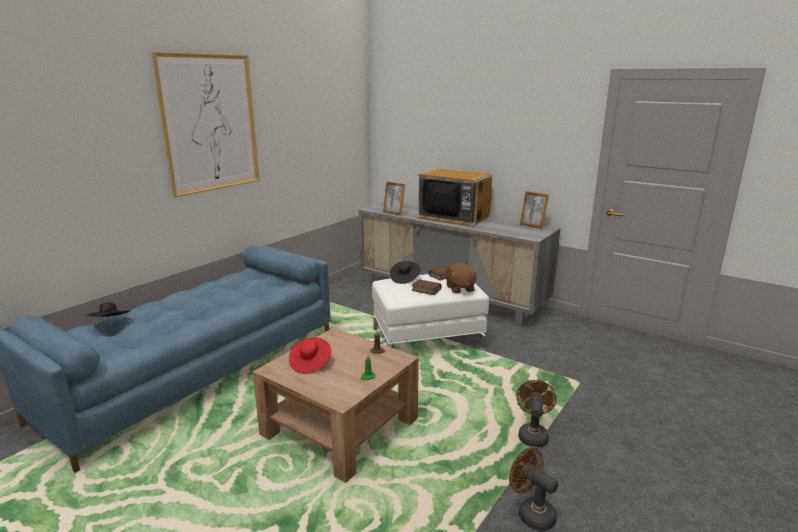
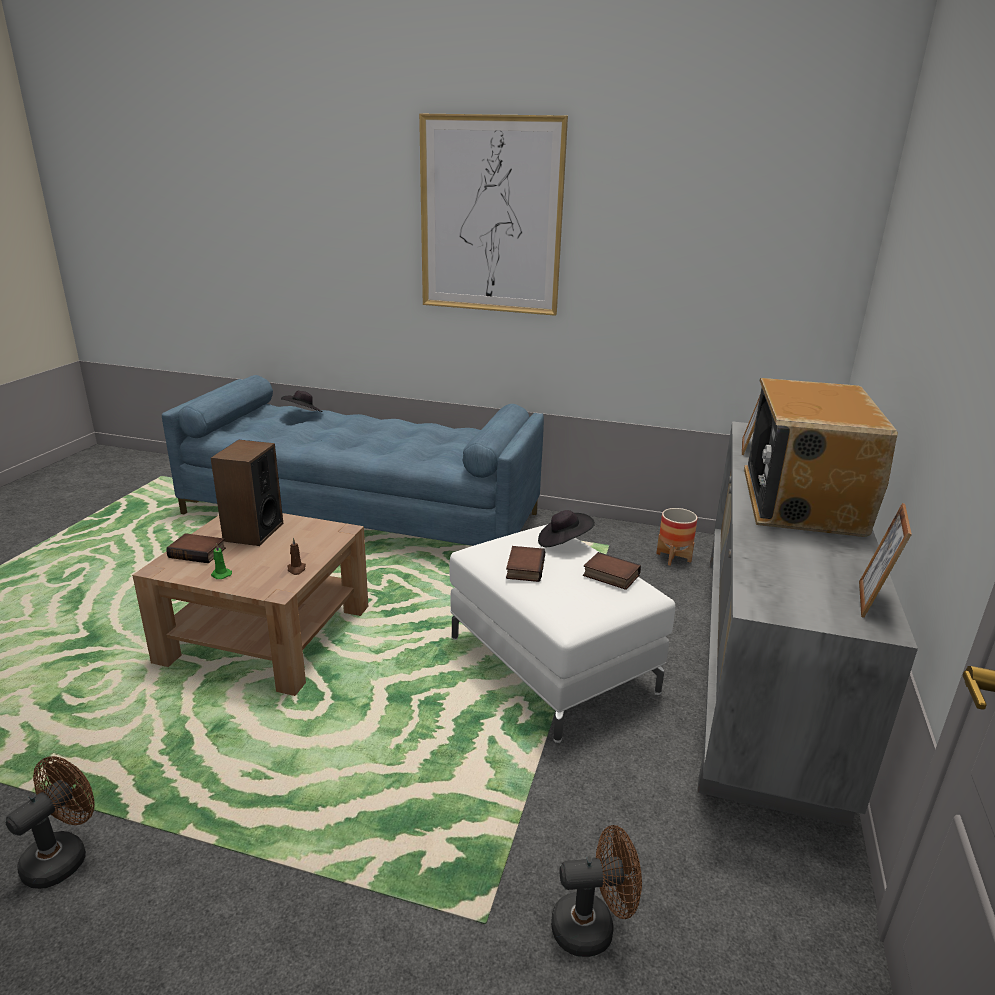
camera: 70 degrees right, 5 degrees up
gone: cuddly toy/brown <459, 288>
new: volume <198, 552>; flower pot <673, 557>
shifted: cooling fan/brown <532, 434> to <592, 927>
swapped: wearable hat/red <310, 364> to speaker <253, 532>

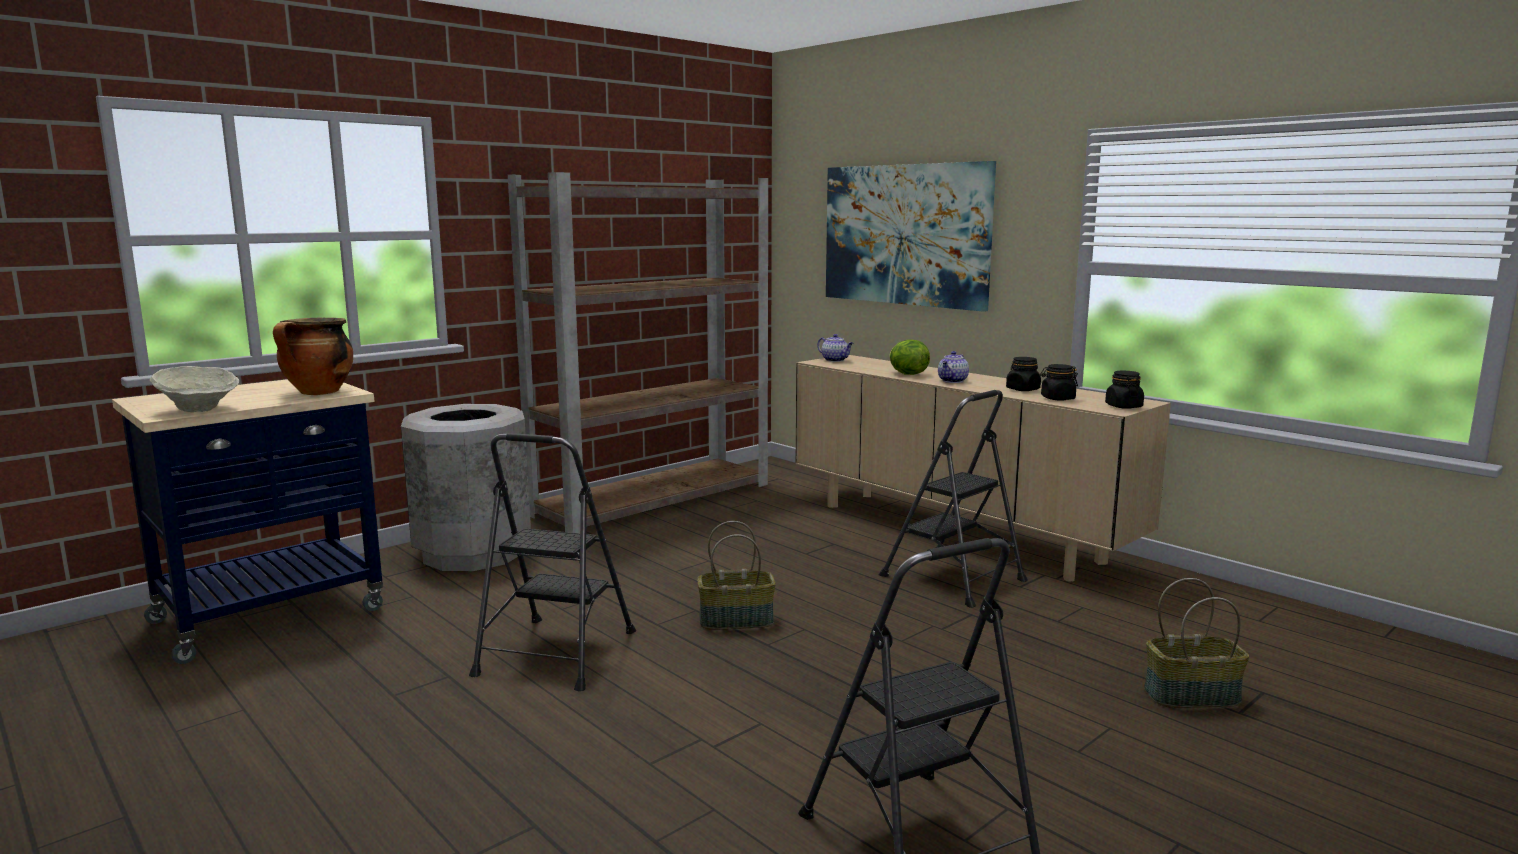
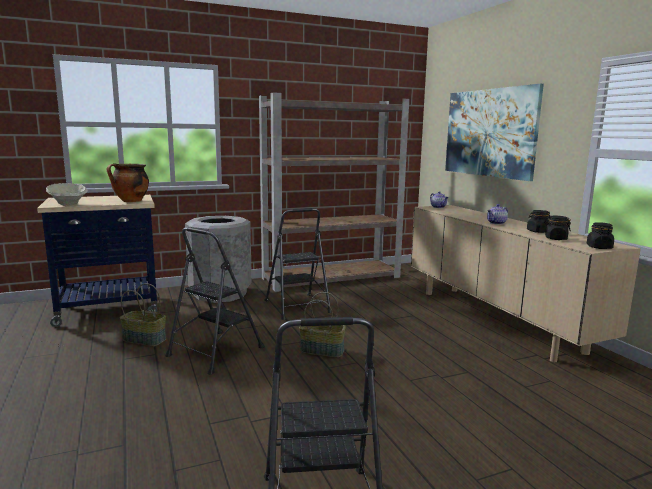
camera: 20 degrees right, 0 degrees up
gone: head of lettuce <907, 374>
shifted: basket <1191, 695> to <145, 339>; step ladder/blackish <955, 578> to <297, 306>

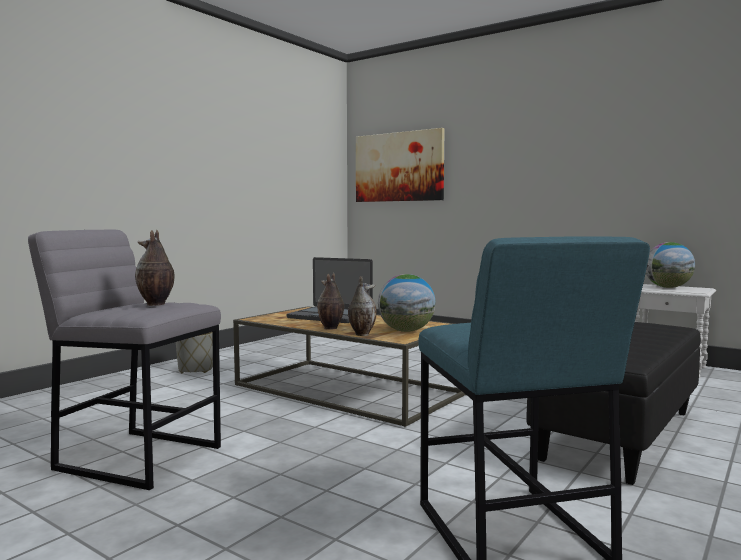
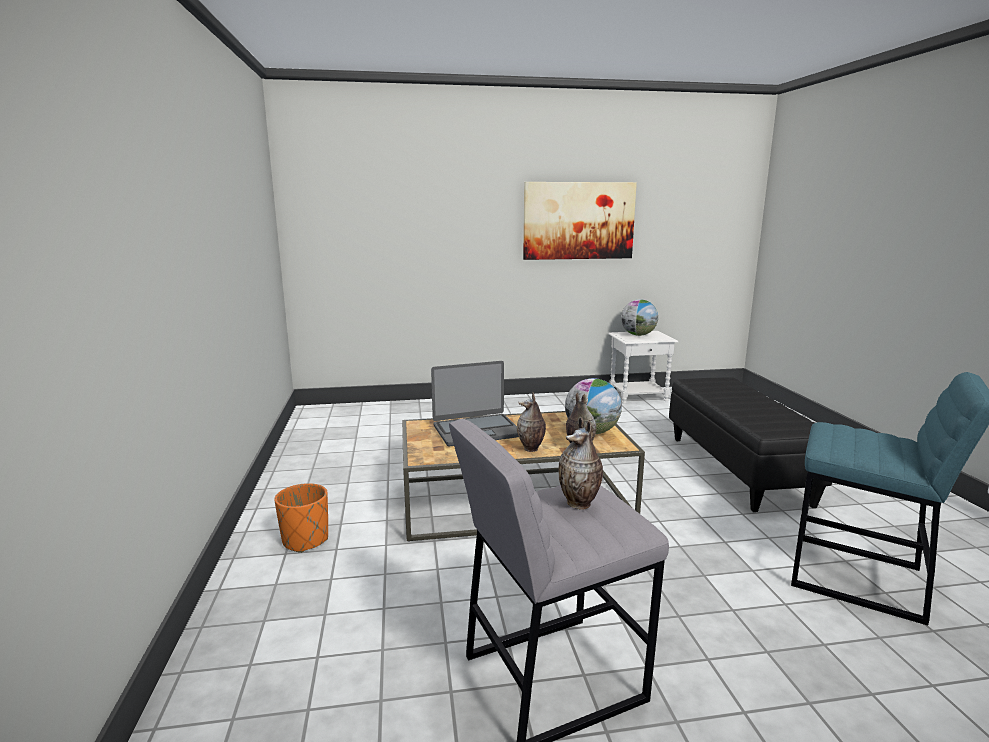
camera: 45 degrees left, 10 degrees up
shifted: wall art <398, 167> to <578, 221>
repainted: flower pot/gray <195, 370> to flower pot/orange-coloured <305, 540>

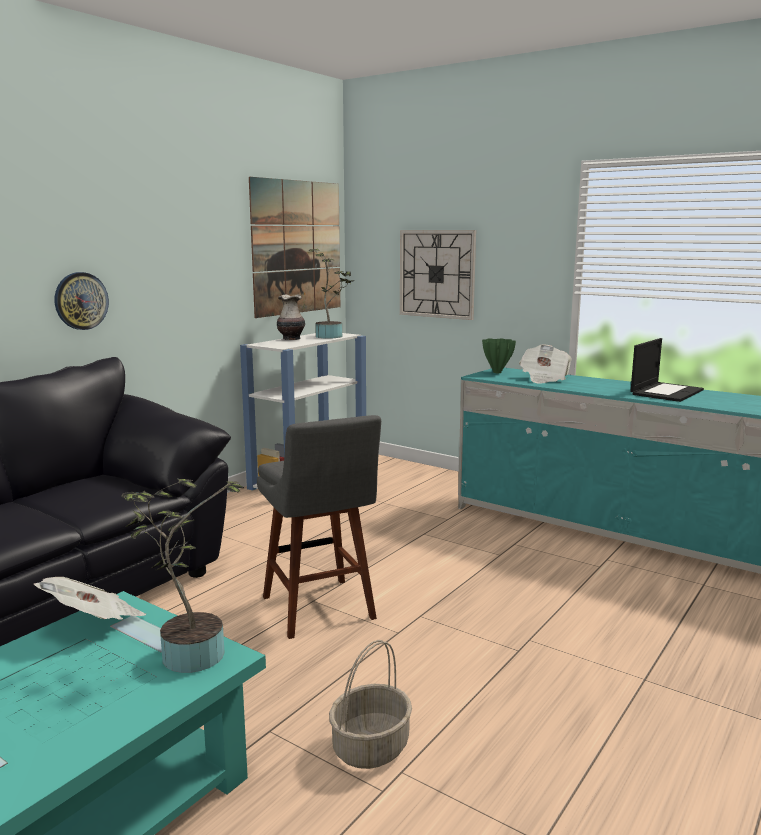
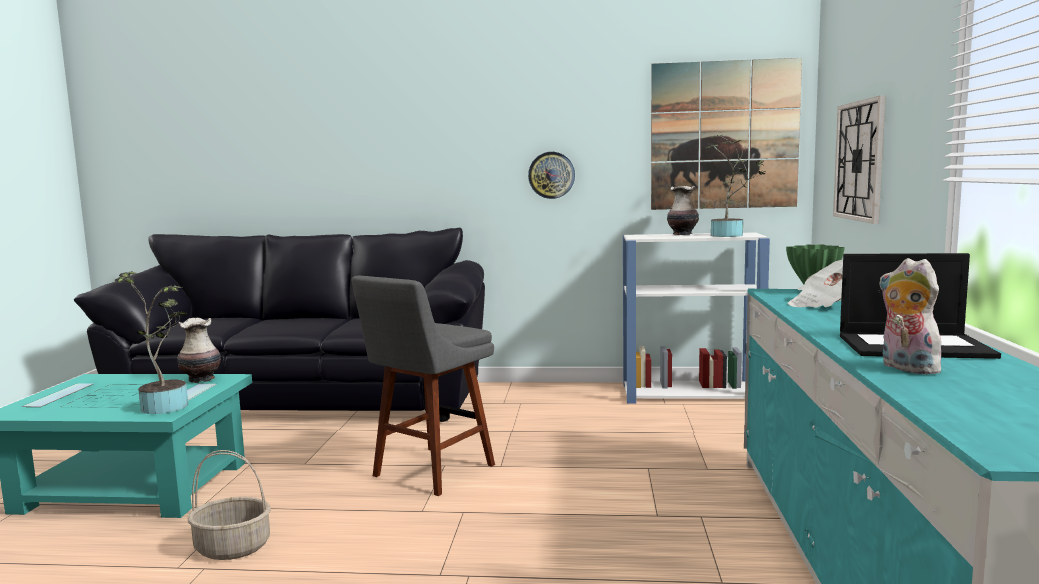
camera: 60 degrees right, 5 degrees down
new: cuddly toy <905, 368>
shifted: wall clock <81, 301> to <551, 175>
swapped: printed paper <94, 622> to vase <202, 379>

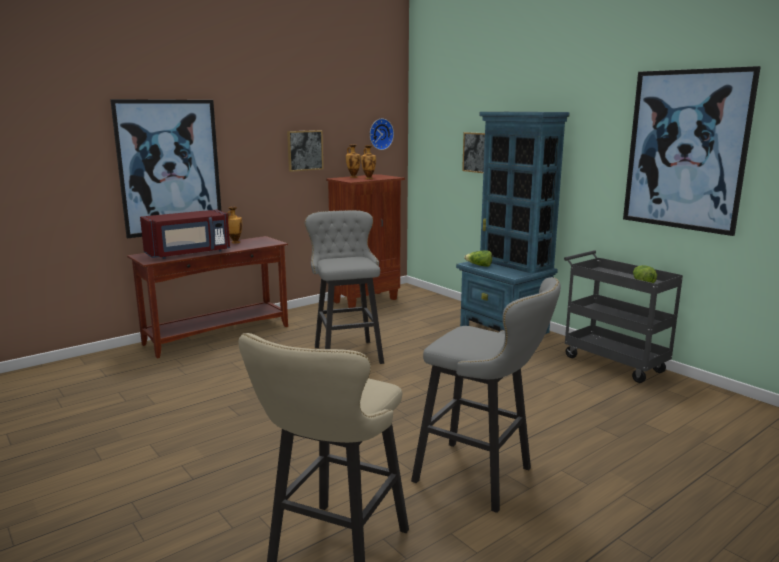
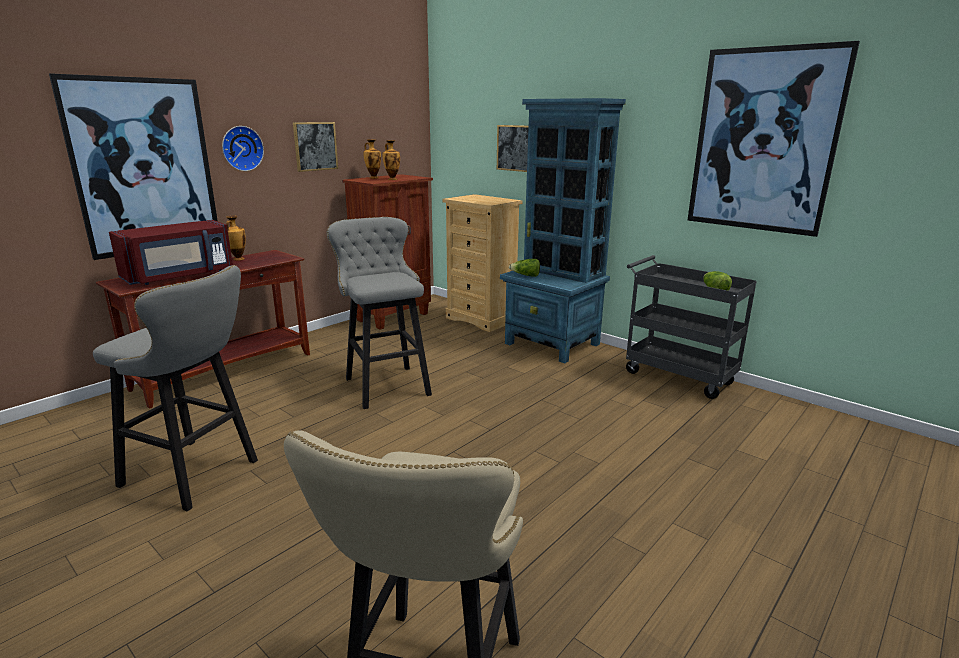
camera: 10 degrees left, 5 degrees up
new: dresser/sand-coloured <482, 319>
shifted: sitting stool/gray <485, 479> to <200, 476>; wall clock <380, 134> to <241, 148>

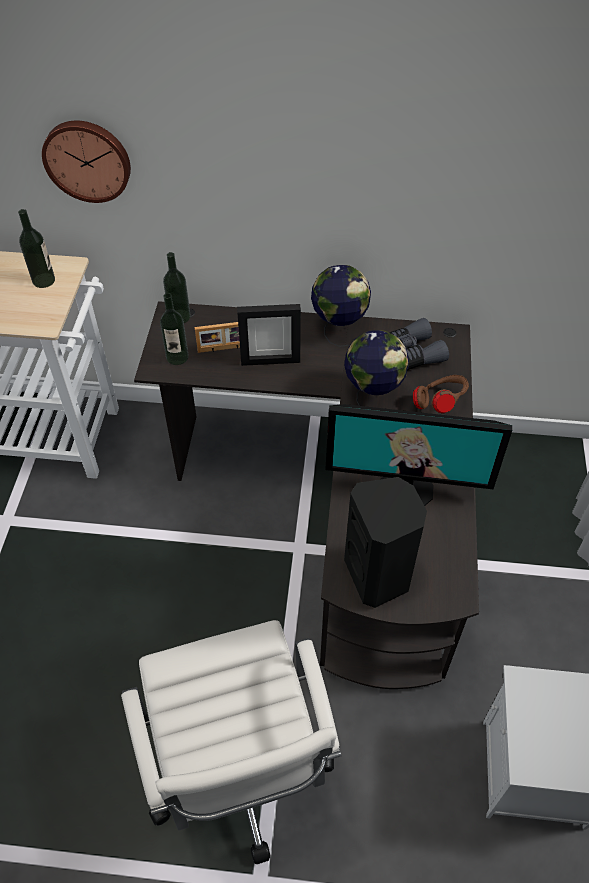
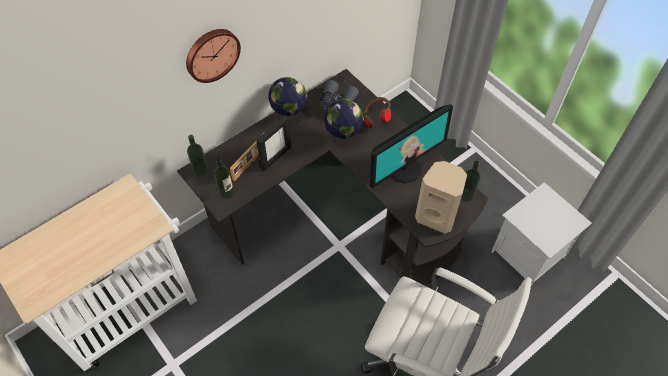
camera: 45 degrees left, 5 degrees up
shifted: wall clock <88, 160> to <211, 54>; beverage bottle <43, 280> to <466, 194>
repainted: speaker/blackish <379, 575> to speaker/sand-coloured <436, 216>

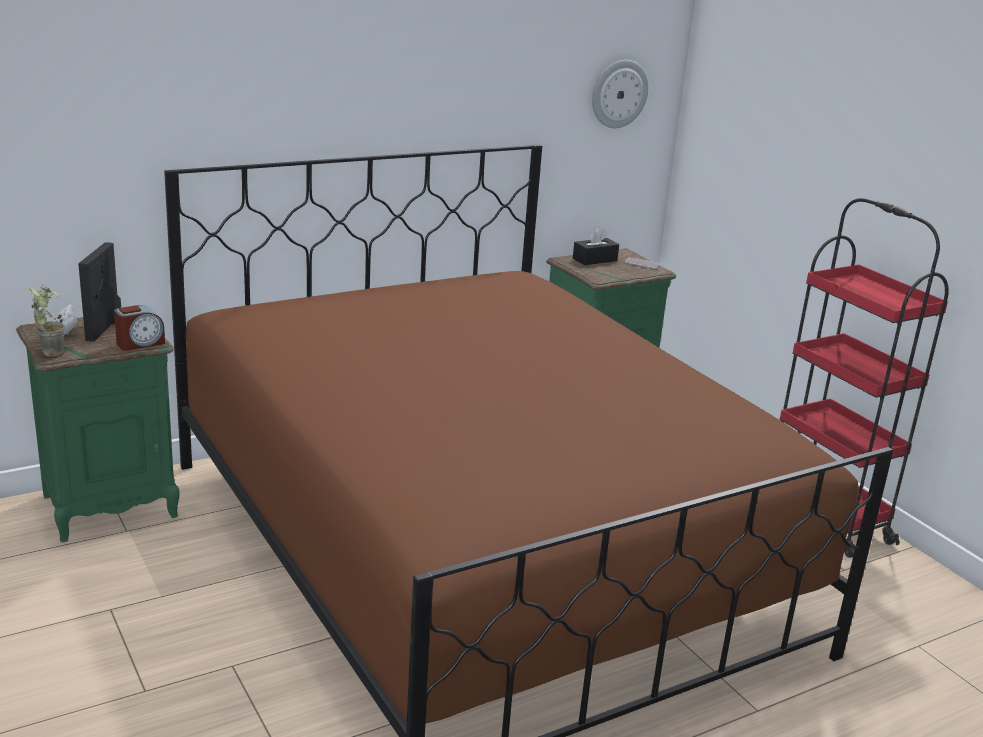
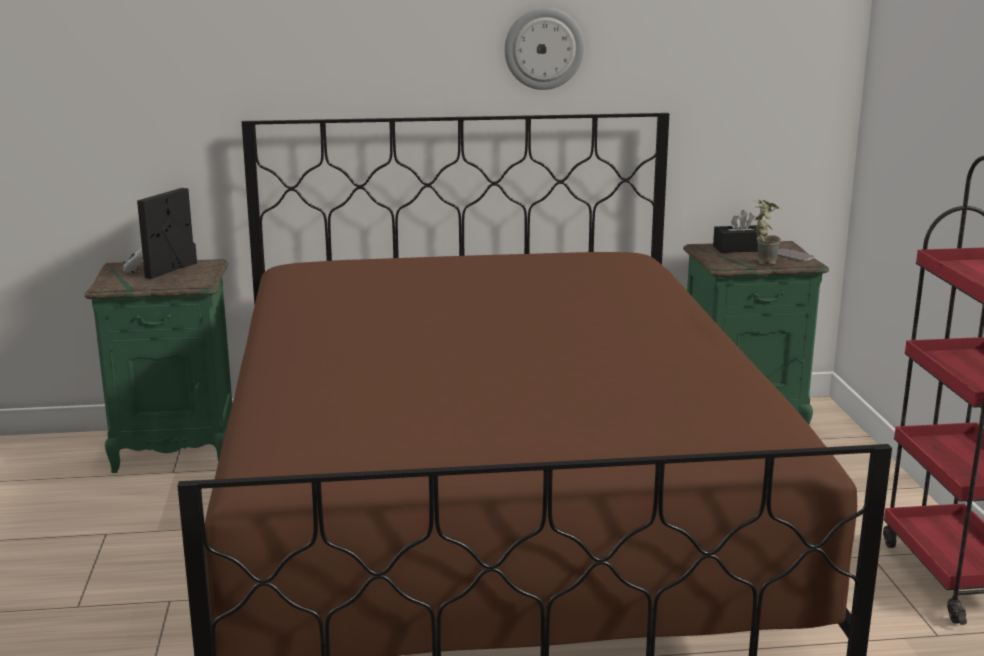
camera: 25 degrees right, 5 degrees down
gone: alarm clock <140, 343>
shifted: wall clock <619, 93> to <543, 48>; potted plant <49, 351> to <762, 261>

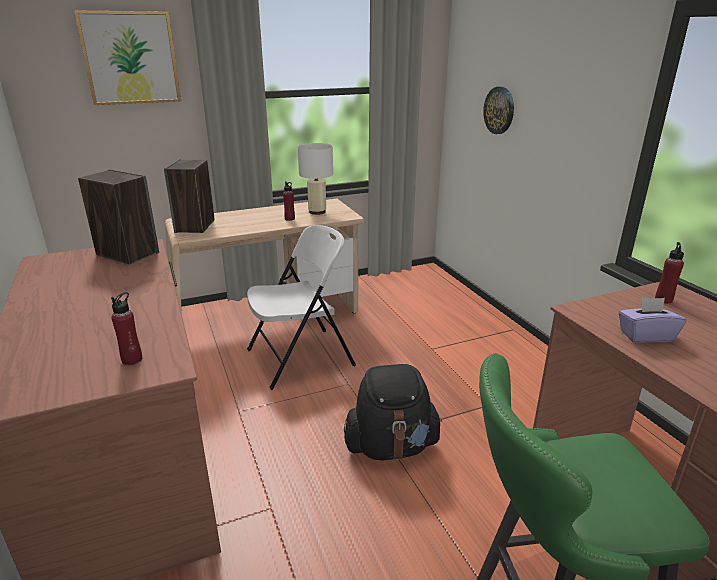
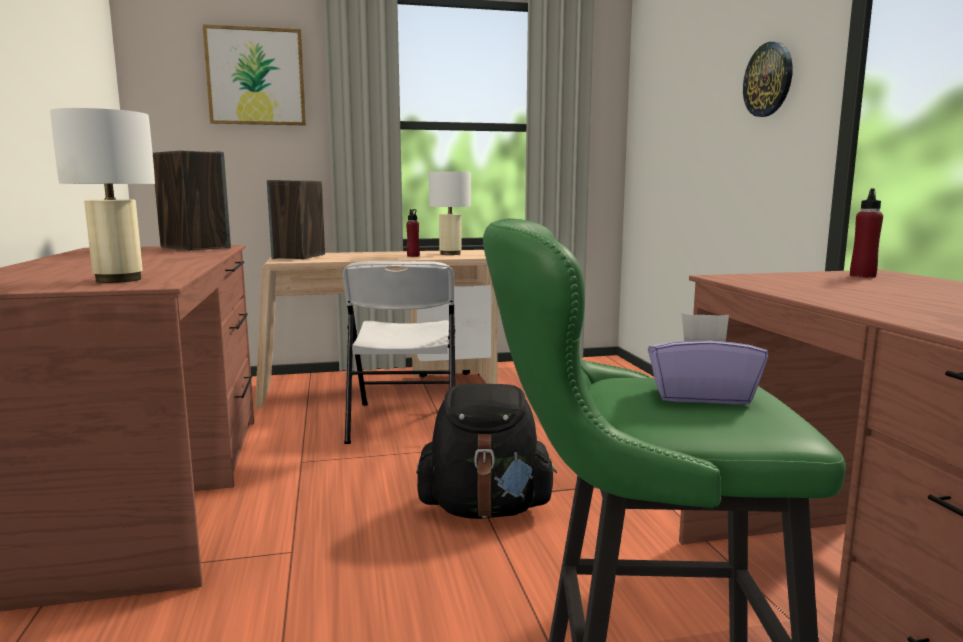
camera: 10 degrees right, 15 degrees down
shifted: tissue box/purple <645, 335> to <701, 395>; wall clock <499, 110> to <768, 80>
swapped: beverage bottle/red <132, 359> to lamp for a table/white <120, 280>
rotated: plain chair/white <300, 357> = <404, 422> 105 degrees clockwise

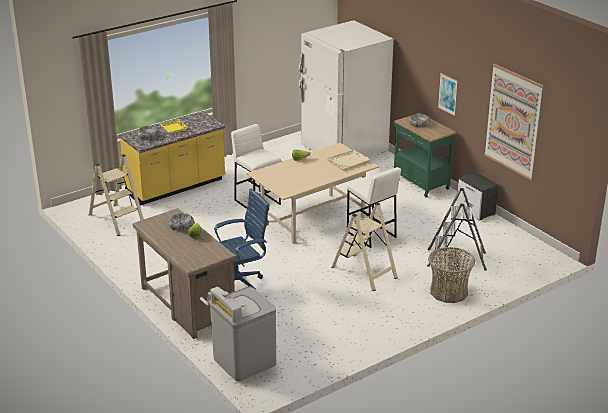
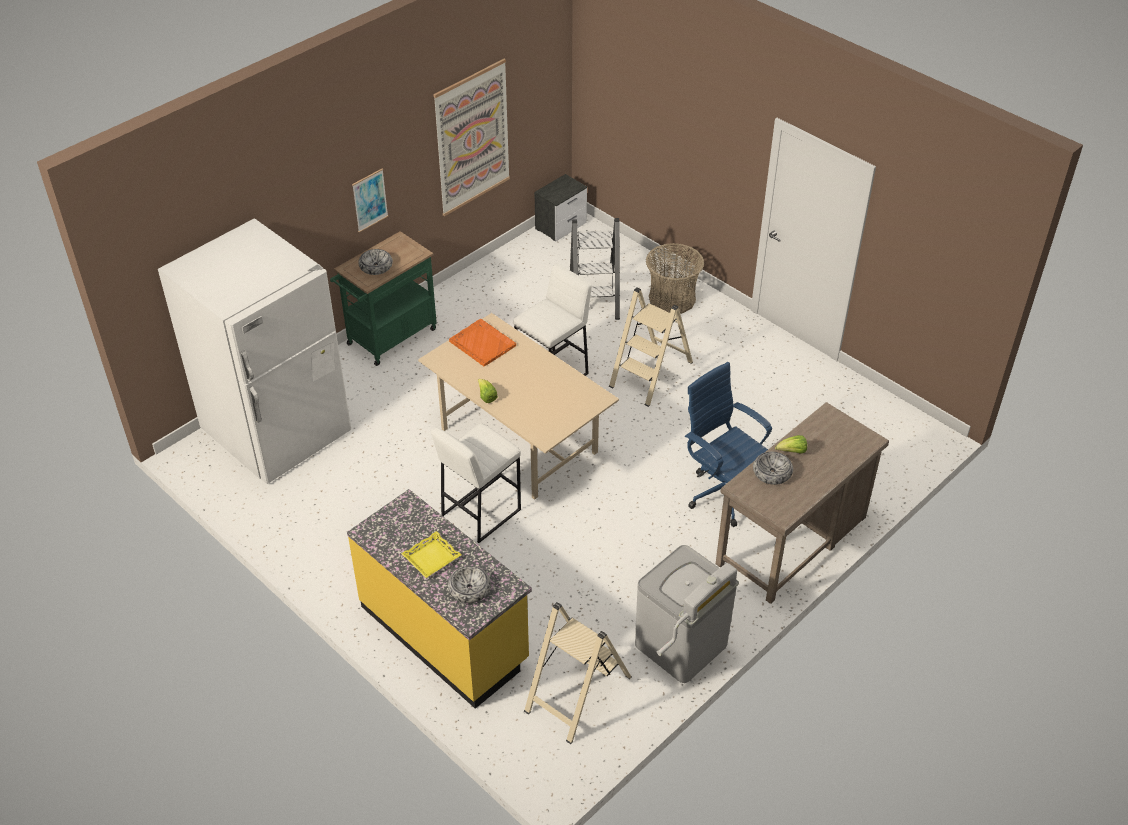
camera: 100 degrees left, 15 degrees up
shifted: nightstand <476, 211> to <561, 226>; laundry appliance/gray <243, 362> to <680, 648>
repainted: serving tray/sand-coloured <349, 161> to serving tray/orange-coloured <482, 343>

